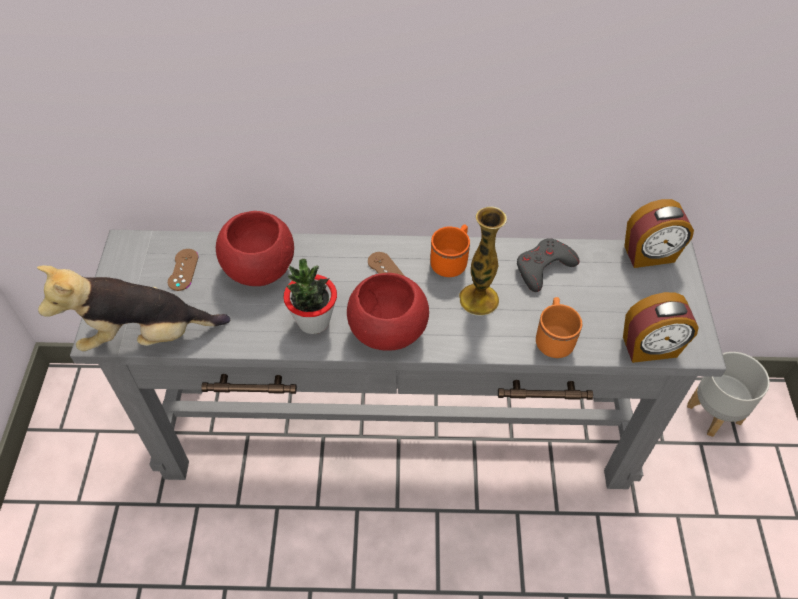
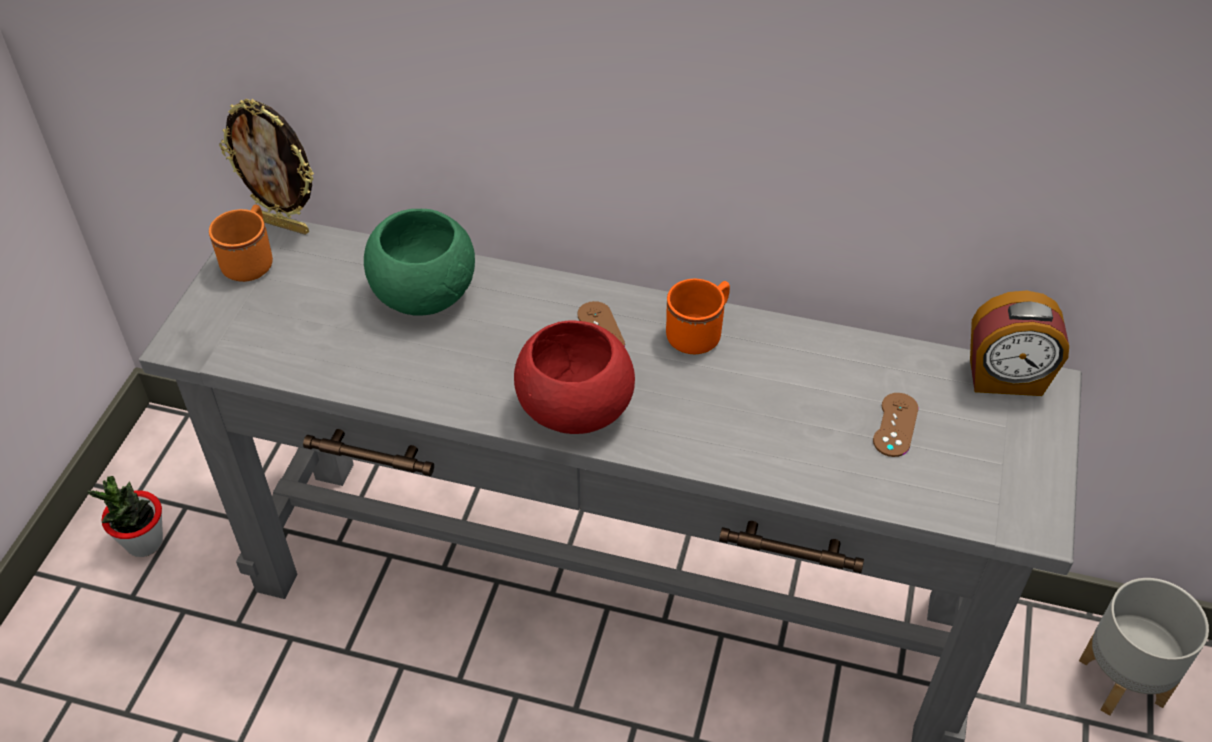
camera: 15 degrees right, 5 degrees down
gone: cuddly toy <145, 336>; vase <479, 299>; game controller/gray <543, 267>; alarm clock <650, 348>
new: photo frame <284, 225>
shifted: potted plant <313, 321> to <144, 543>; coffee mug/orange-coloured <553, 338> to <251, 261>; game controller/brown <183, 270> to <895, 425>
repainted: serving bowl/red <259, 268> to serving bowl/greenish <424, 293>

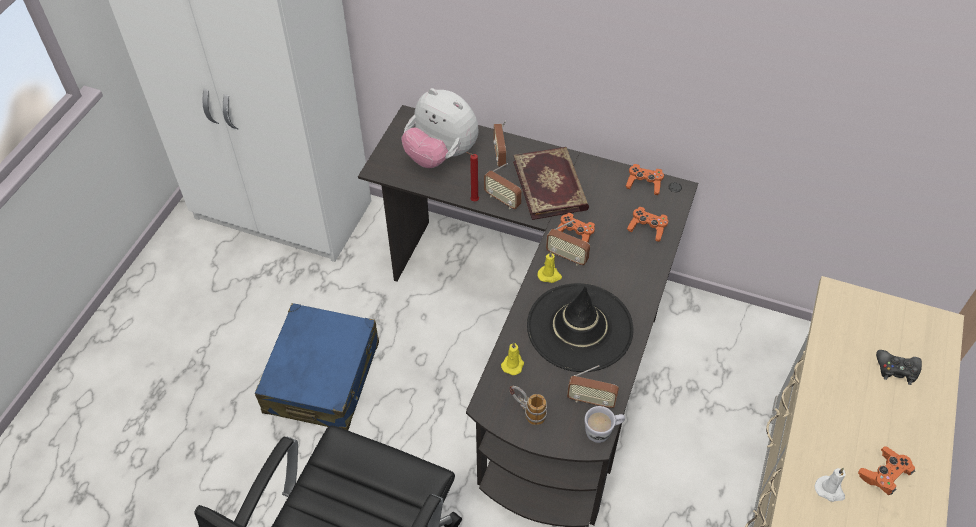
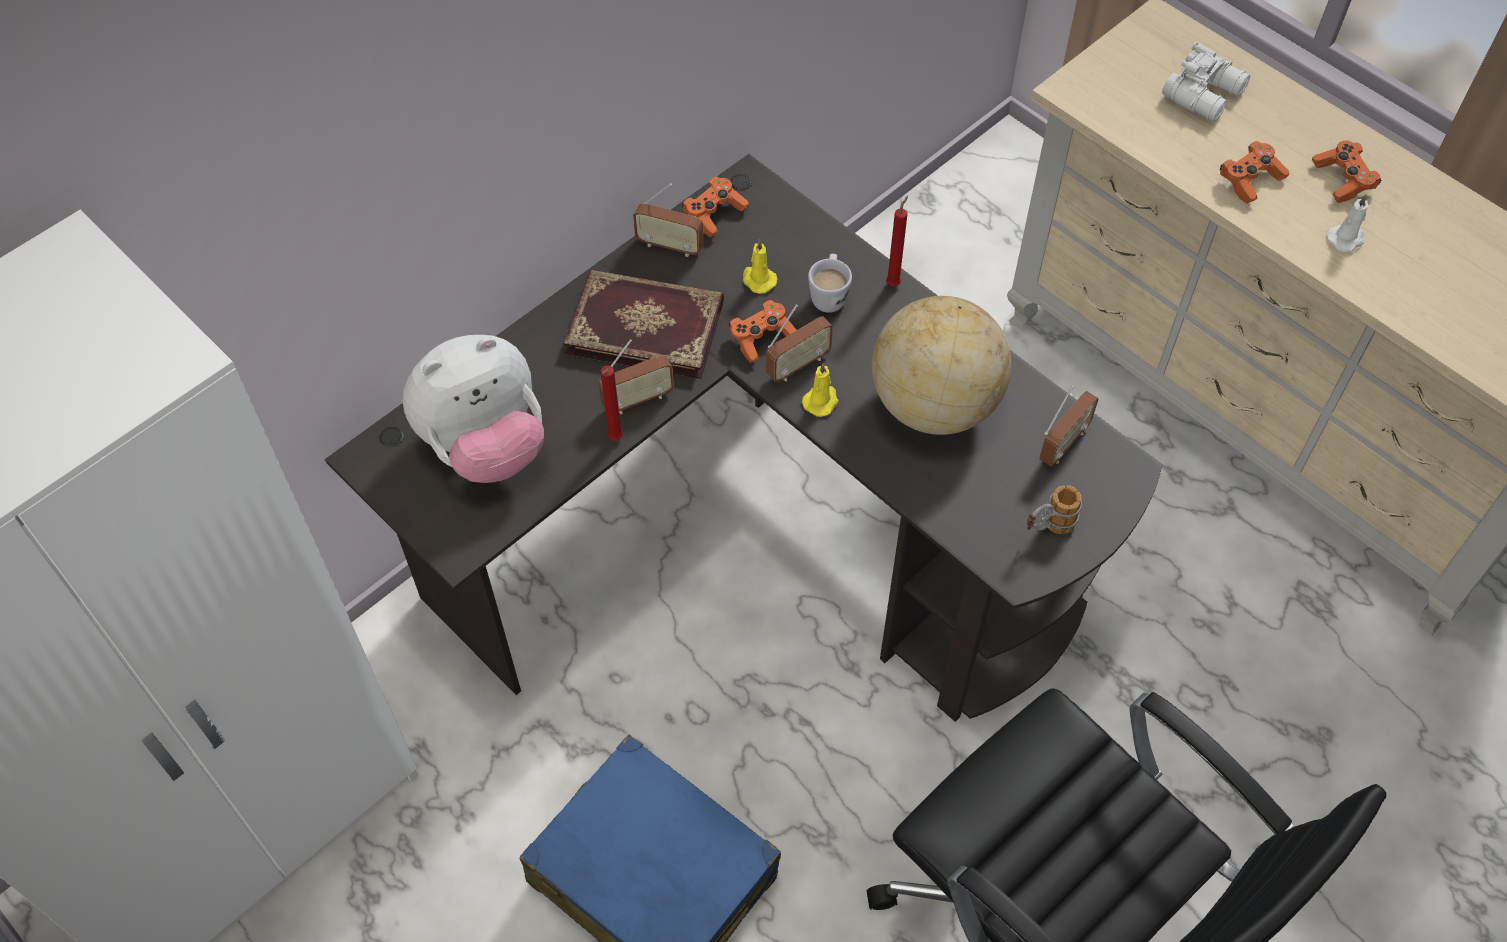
camera: 65 degrees left, 5 degrees up
new: wax candle/red <894, 283>
shifted: radio receiver <500, 155> to <670, 246>; wax candle/yellow <513, 364> to <758, 280>; coffee mug/white <603, 431> to <829, 295>; game controller/orange-coloured <647, 228> to <1250, 180>
swapped: wearable hat/blackish <579, 327> to world globe <934, 404>; game controller/blackish <896, 369> to pair of binoculars/white <1205, 94>

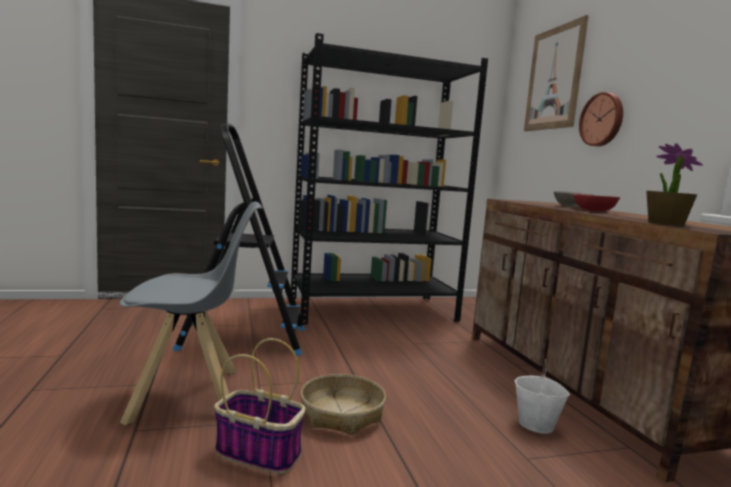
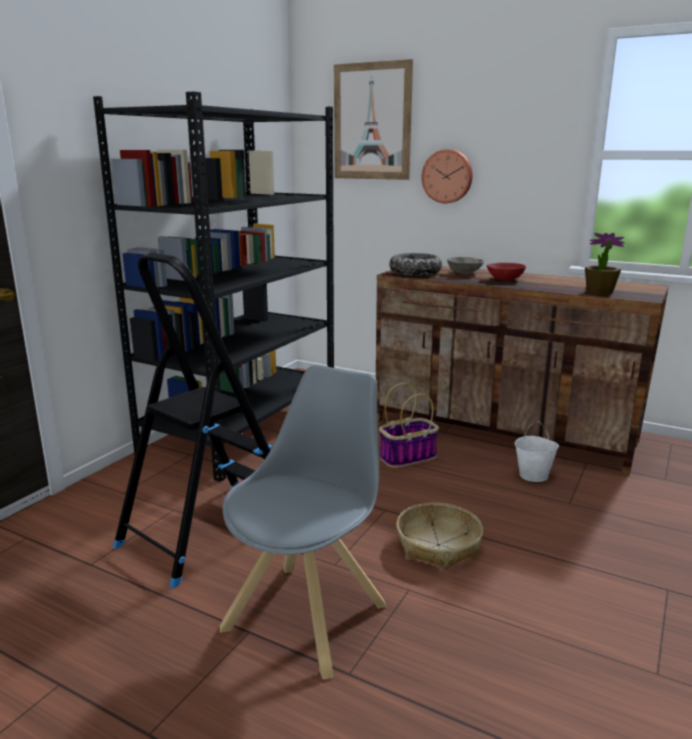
camera: 45 degrees left, 10 degrees up
new: serving bowl <415, 273>
shifted: basket <260, 453> to <408, 457>

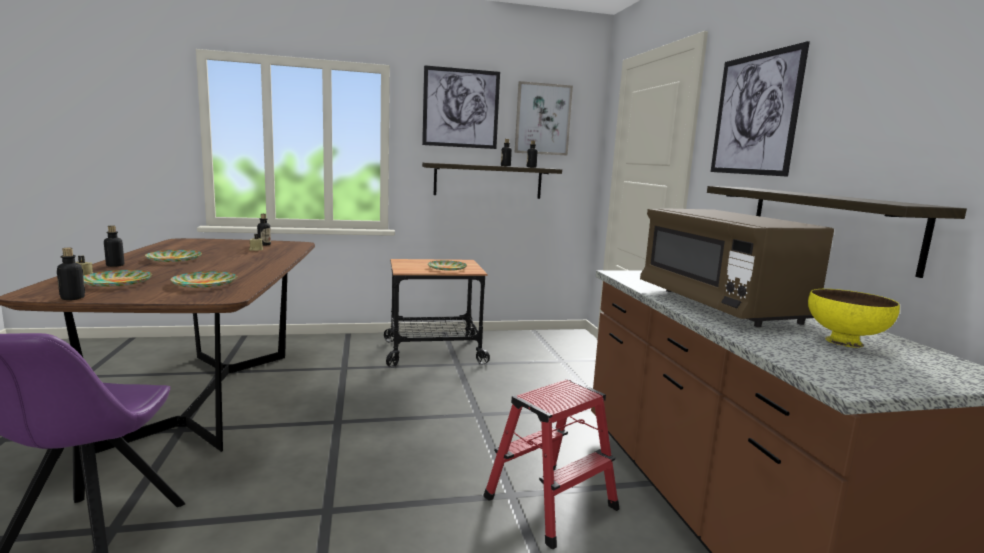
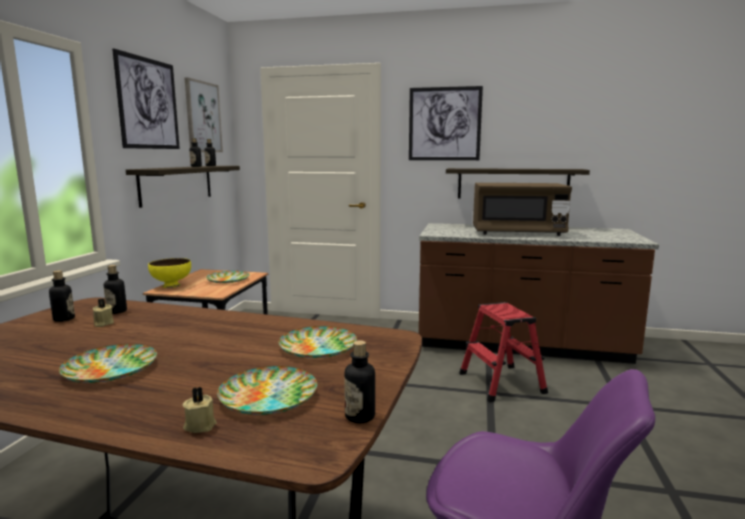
camera: 65 degrees left, 0 degrees up
shifted: beverage bottle <115, 265> to <117, 311>; serving bowl/yellow <844, 342> to <171, 286>

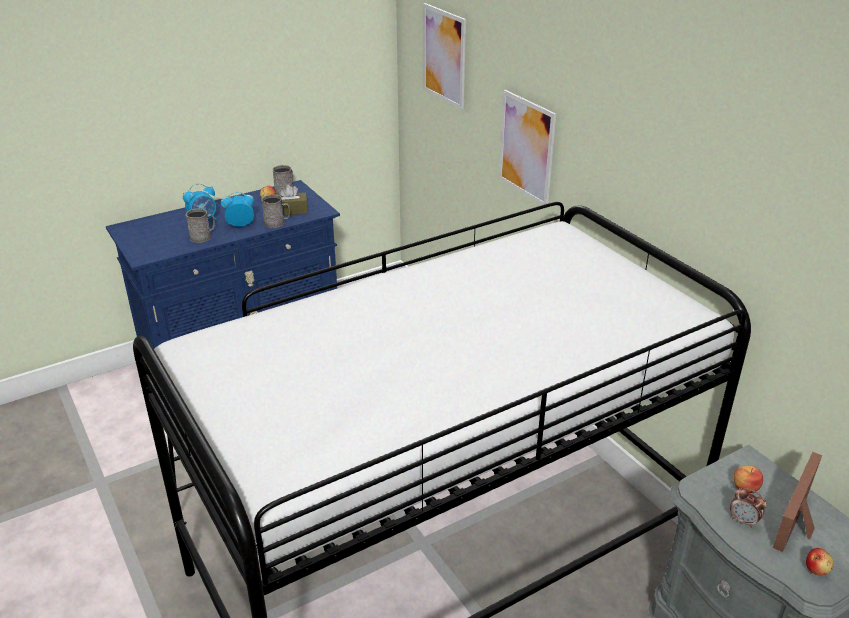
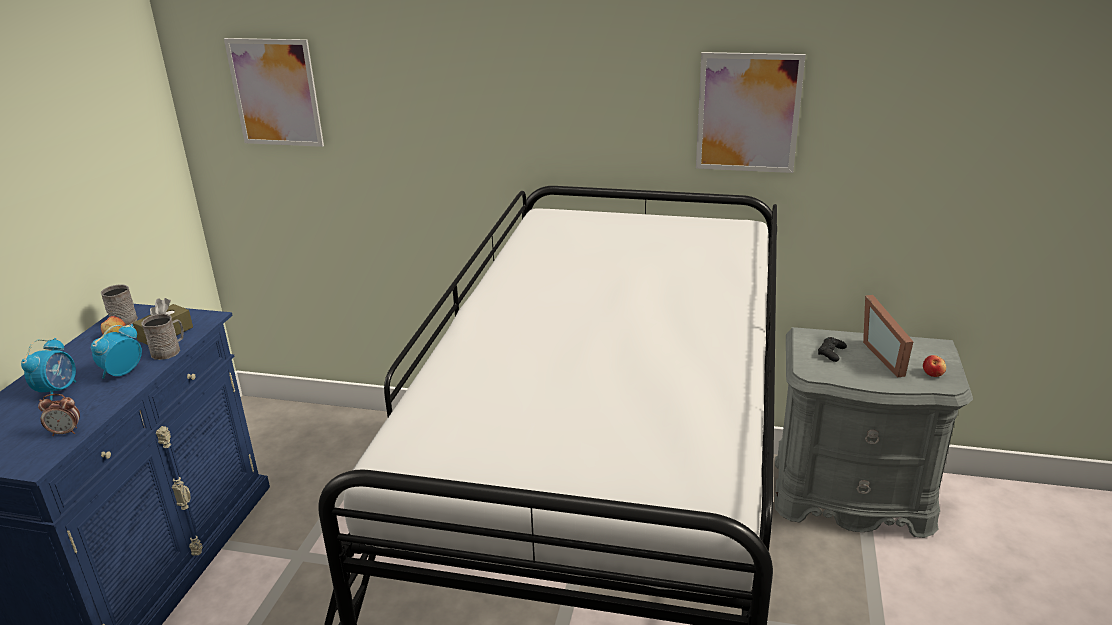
camera: 45 degrees left, 5 degrees down
gone: coffee mug/gray <203, 237>
shifted: alarm clock <743, 521> to <66, 432>; wall art <526, 148> to <748, 113>
swapped: apple fruit <745, 487> to game controller/blackish <831, 353>

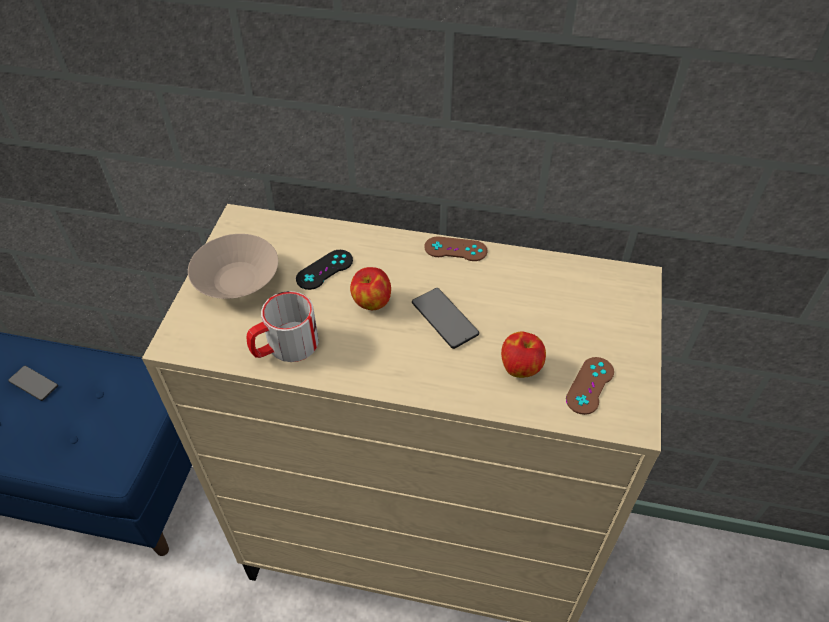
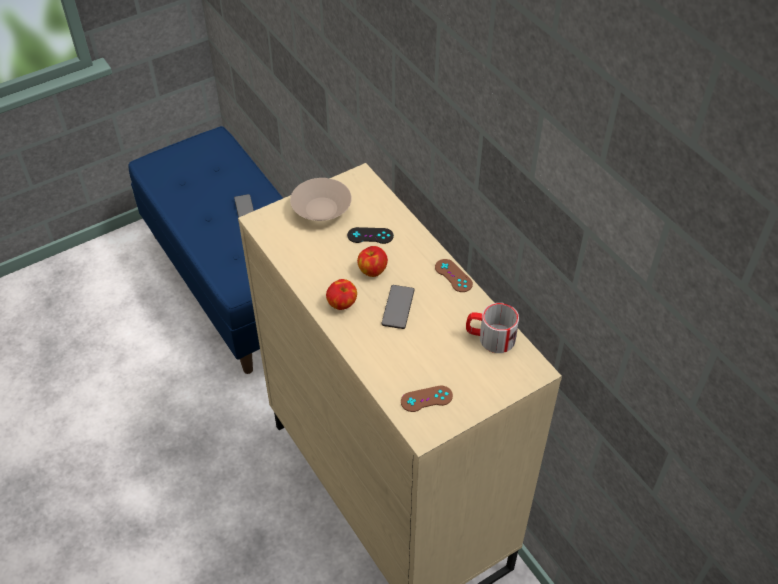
camera: 45 degrees right, 0 degrees up
shifted: apple fruit <521, 367> to <342, 304>; coffee mug <284, 346> to <490, 337>

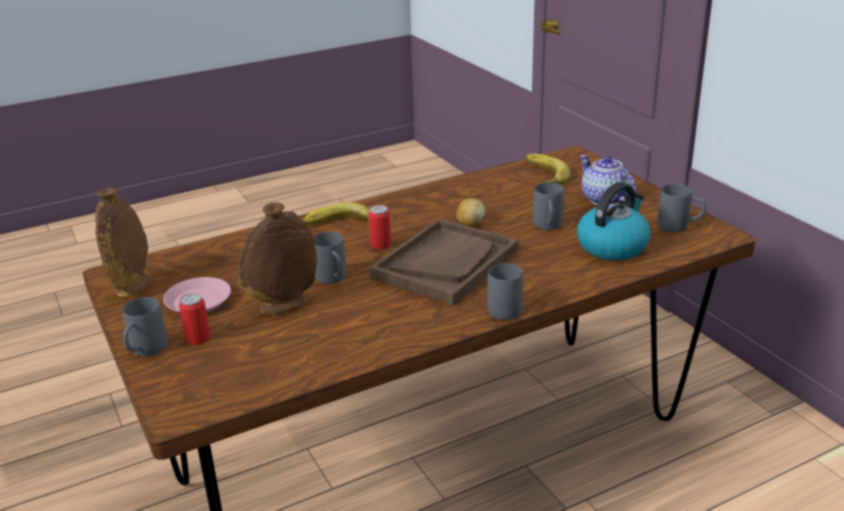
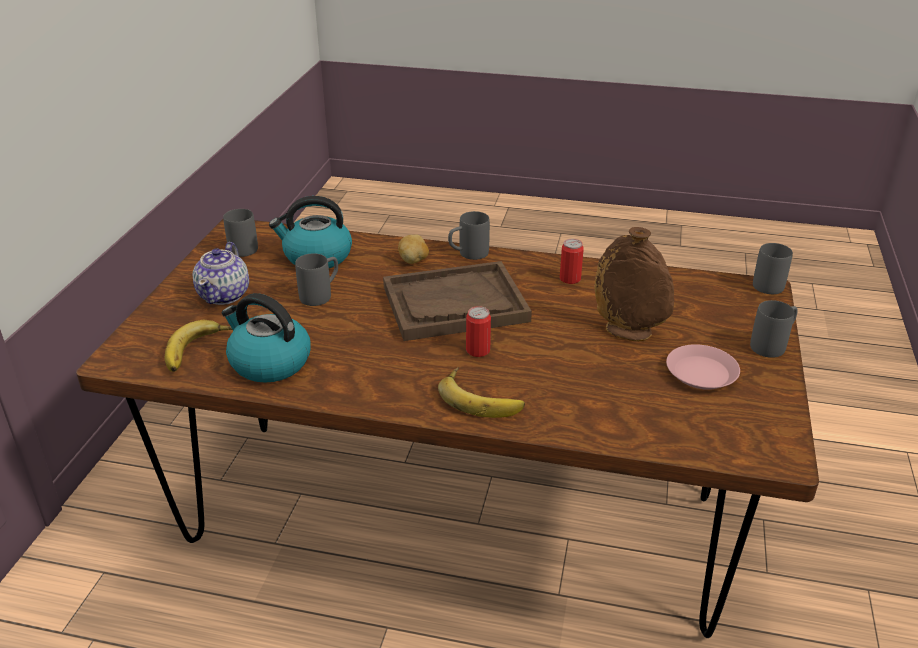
camera: 140 degrees left, 5 degrees up
gone: vase/brown <132, 287>
new: kettle <269, 362>
shifted: potato <470, 224> to <413, 261>; sealed can <198, 338> to <570, 279>; coffee mug/gray <333, 280> to <768, 282>

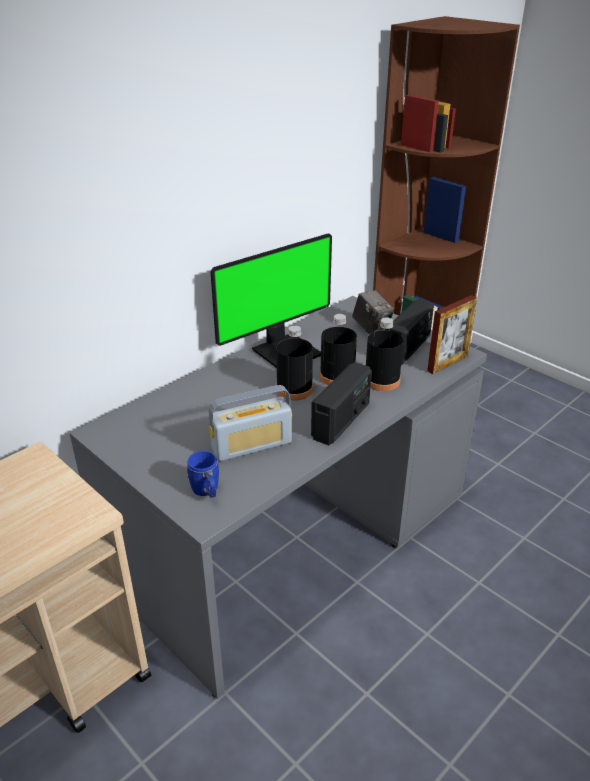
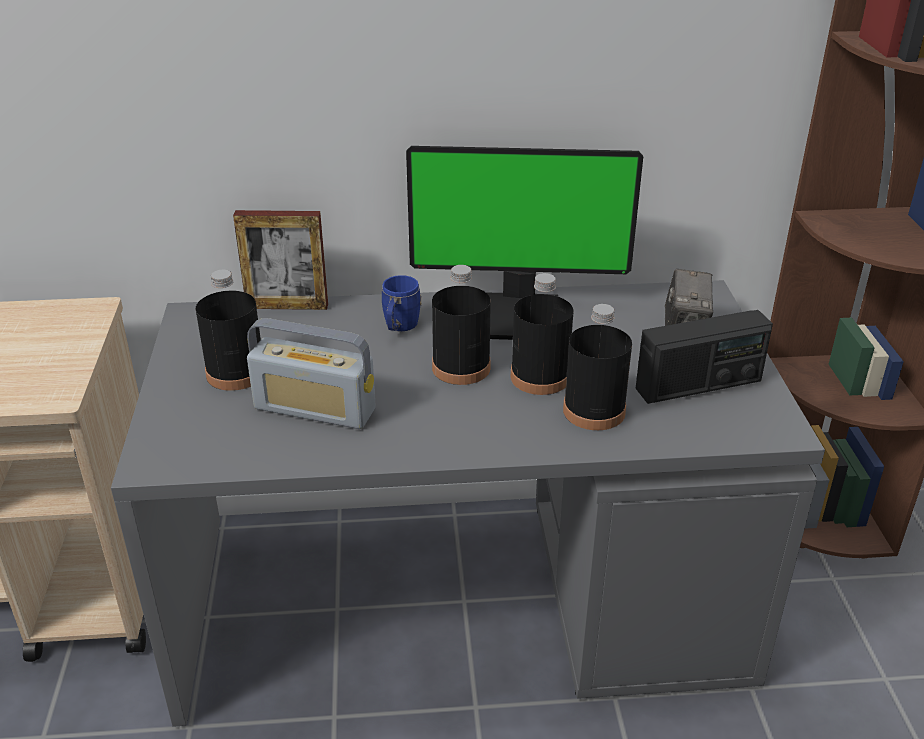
camera: 40 degrees right, 0 degrees up
gone: radio receiver <341, 421>
new: beverage bottle/blackish <236, 373>
shifted: photo frame <447, 363> to <287, 306>; coffee mug/bluish <207, 492> to <399, 327>

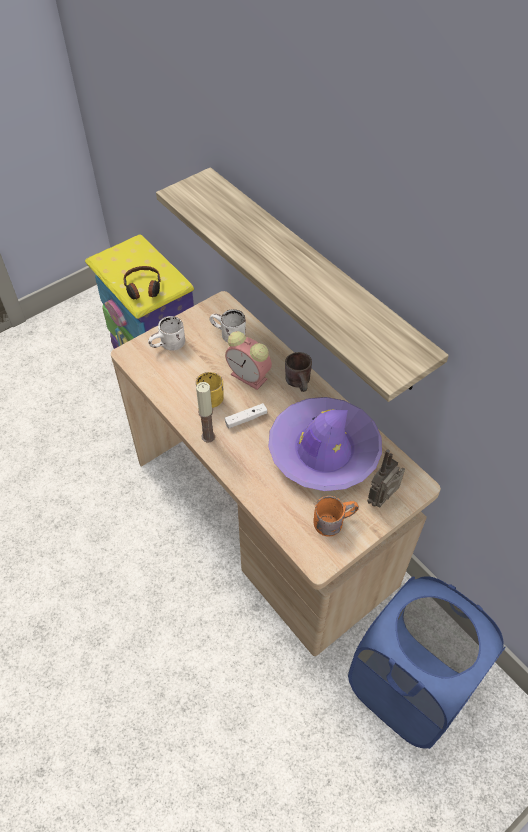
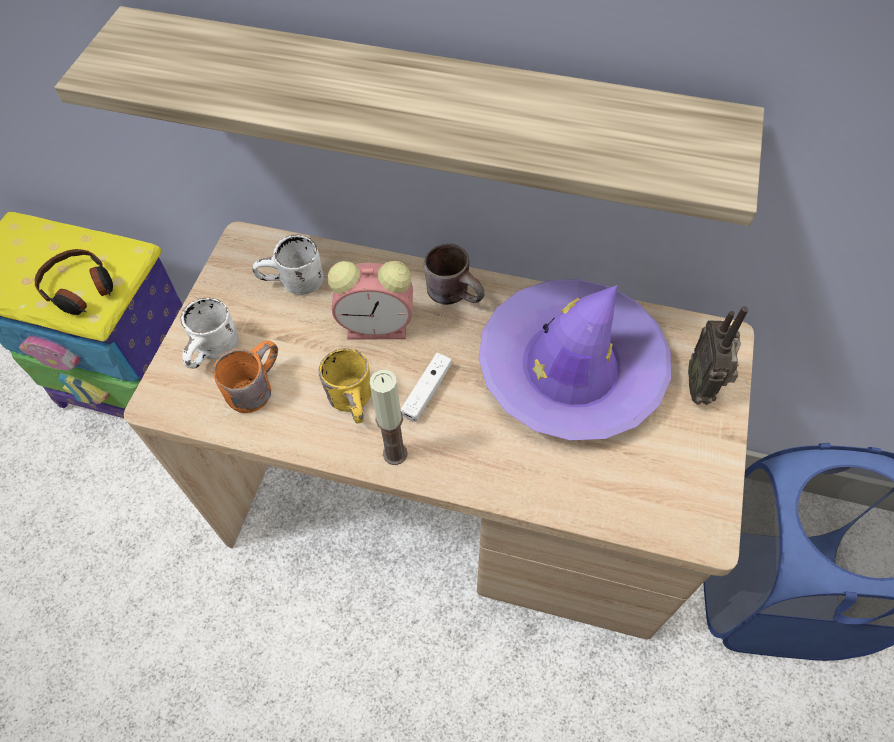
camera: 35 degrees left, 5 degrees up
shifted: coffee mug/orange-coloured <332, 520> to <253, 385>

